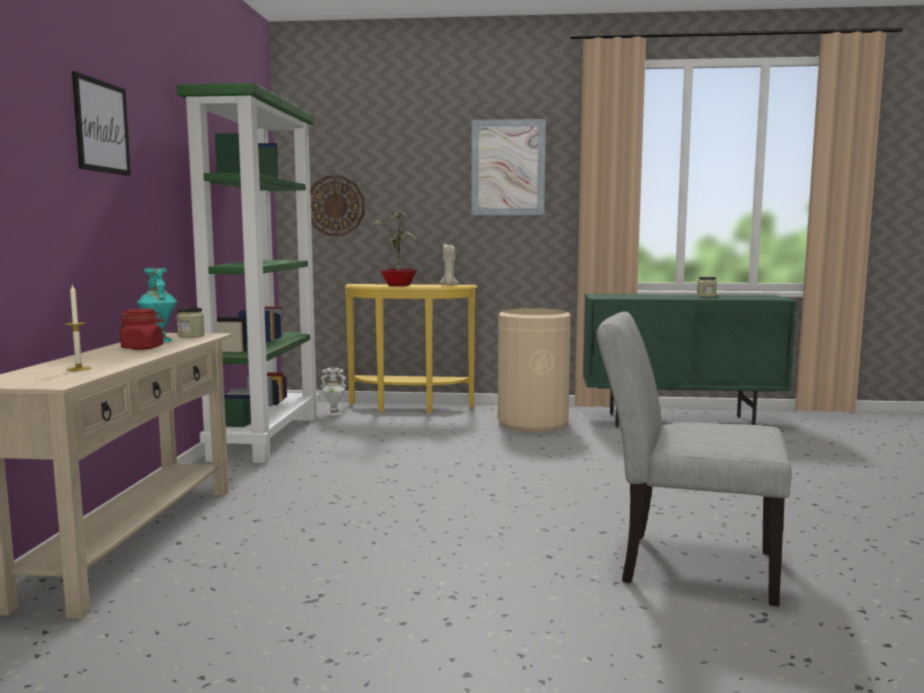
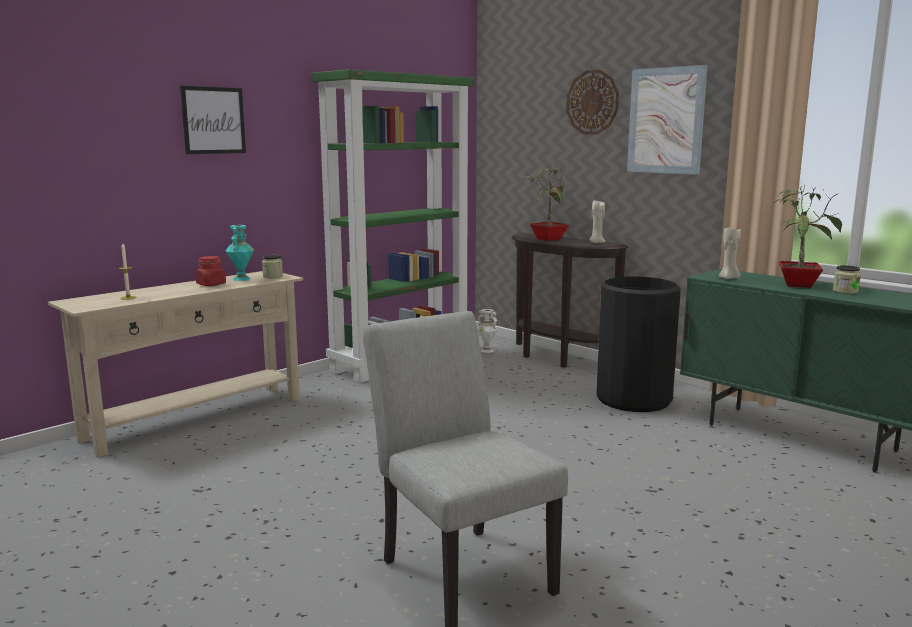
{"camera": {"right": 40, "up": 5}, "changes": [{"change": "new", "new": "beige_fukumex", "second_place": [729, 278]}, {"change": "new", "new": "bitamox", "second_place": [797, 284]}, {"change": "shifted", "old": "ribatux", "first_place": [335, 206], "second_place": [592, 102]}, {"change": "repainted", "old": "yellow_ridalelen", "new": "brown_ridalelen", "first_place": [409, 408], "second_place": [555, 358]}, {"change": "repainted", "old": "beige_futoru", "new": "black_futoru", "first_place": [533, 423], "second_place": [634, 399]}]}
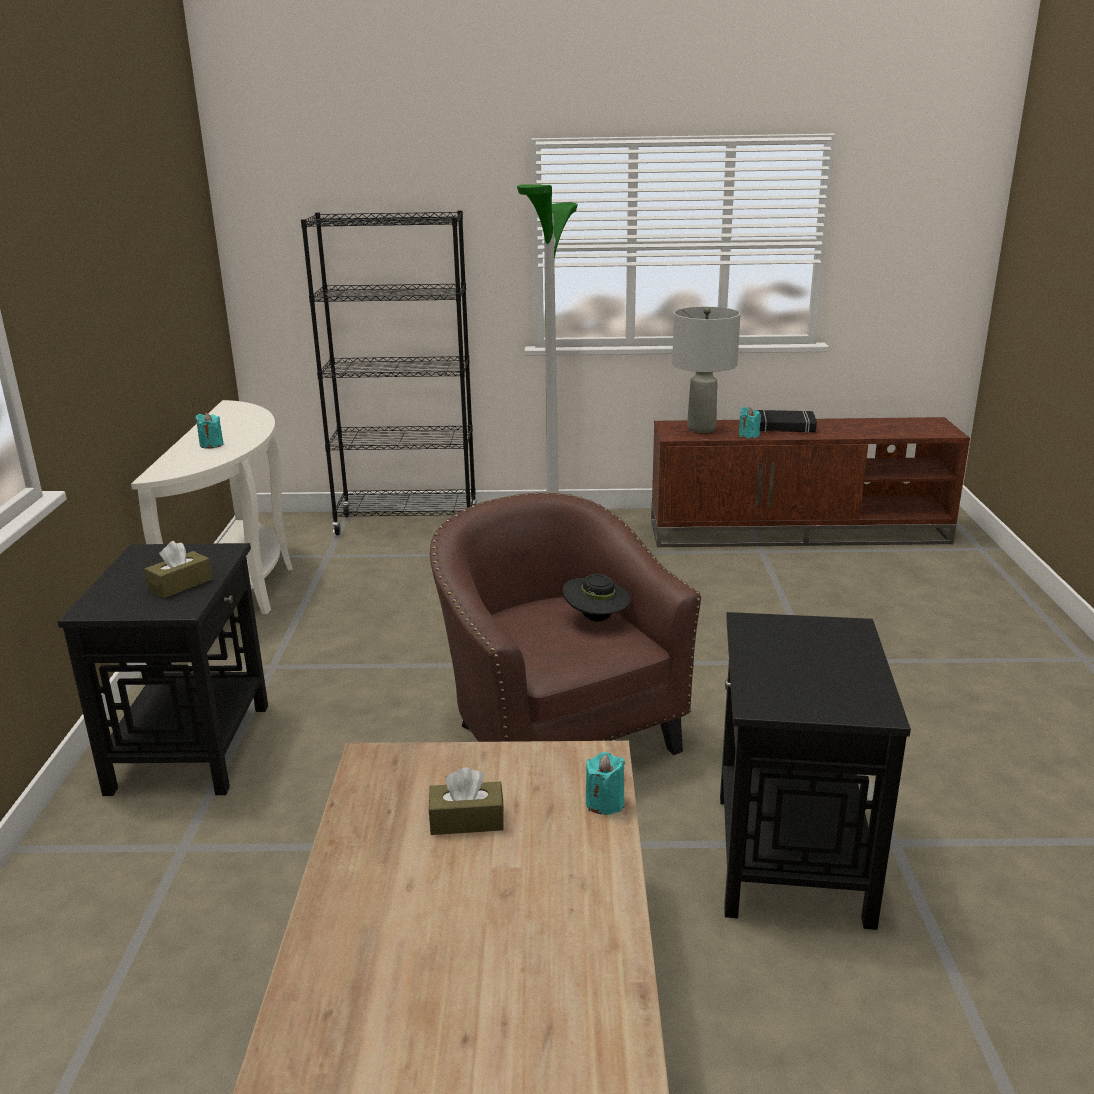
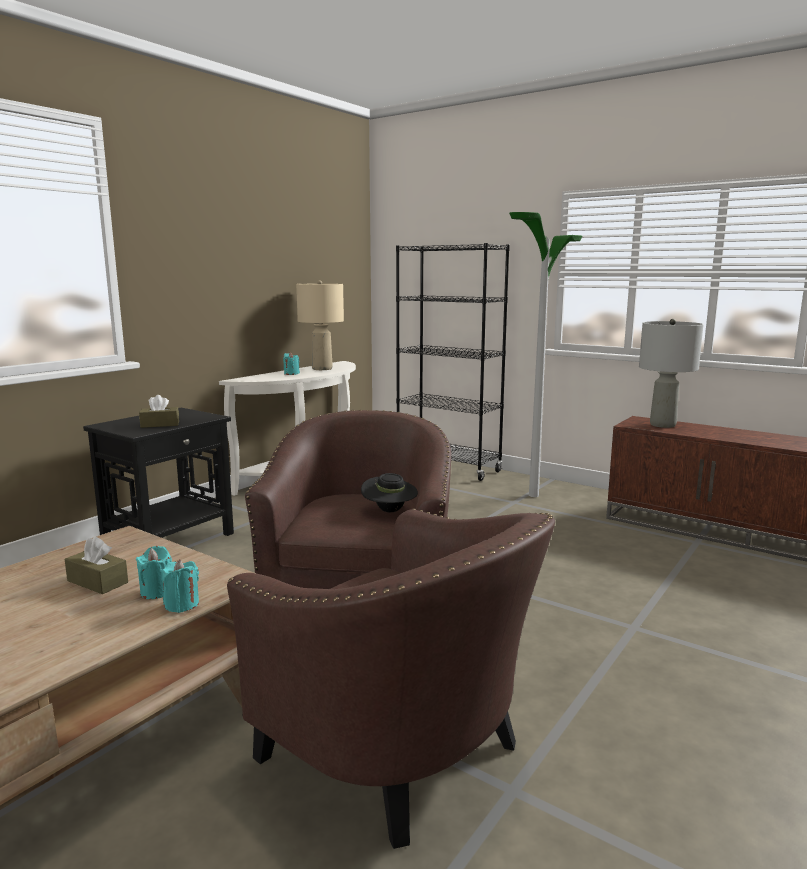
{"camera": {"right": 35, "up": -10}, "changes": [{"change": "gone", "old": "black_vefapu", "first_place": [784, 426]}, {"change": "new", "new": "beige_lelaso", "second_place": [322, 369]}, {"change": "shifted", "old": "turquoise_fukumex", "first_place": [748, 435], "second_place": [157, 592]}, {"change": "swapped", "old": "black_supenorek", "new": "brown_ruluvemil", "first_place": [789, 857], "second_place": [404, 754]}]}
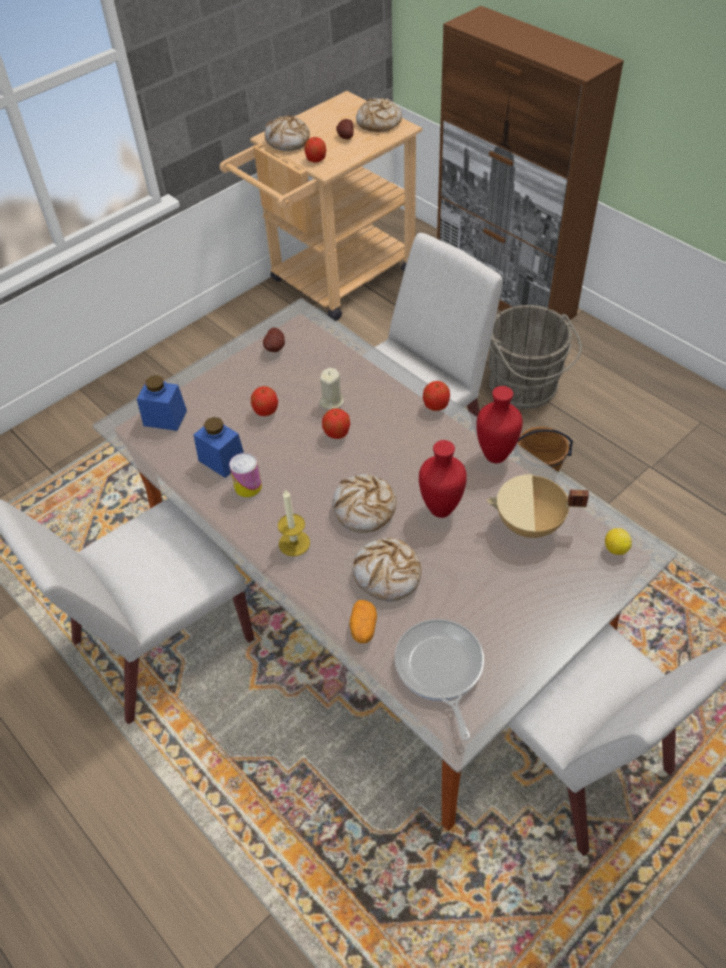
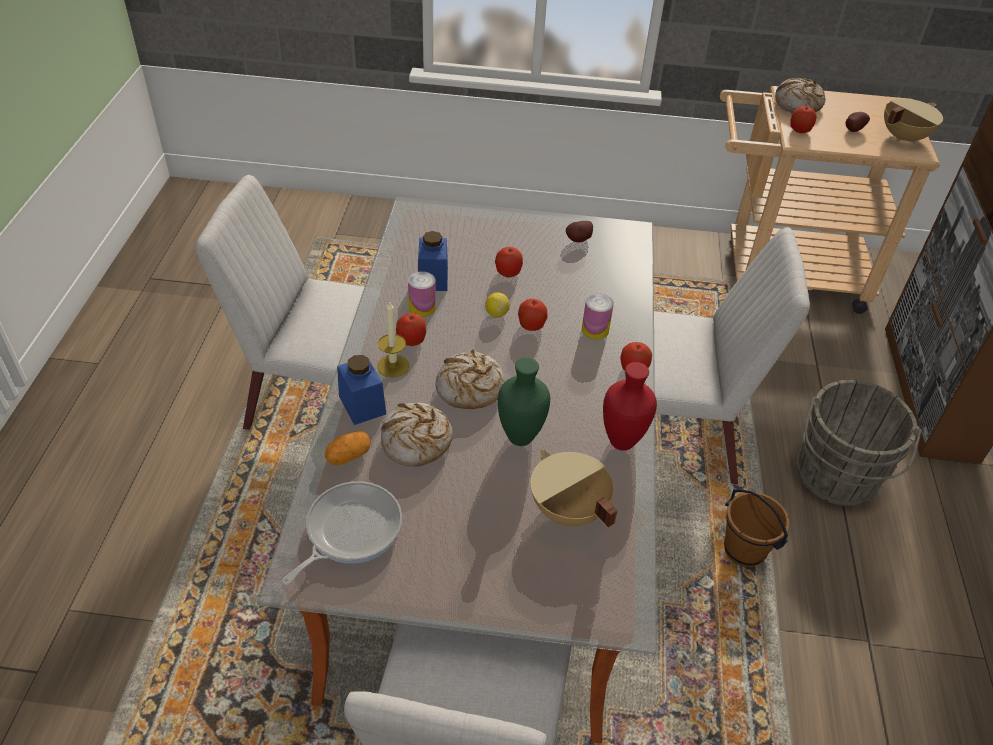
{"camera": {"right": 45, "up": -5}, "changes": [{"change": "gone", "old": "beige_fukumex", "first_place": [331, 401]}, {"change": "new", "new": "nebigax", "second_place": [411, 341]}, {"change": "new", "new": "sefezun", "second_place": [595, 330]}, {"change": "shifted", "old": "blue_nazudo", "first_place": [165, 418], "second_place": [362, 405]}, {"change": "shifted", "old": "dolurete", "first_place": [615, 549], "second_place": [496, 313]}, {"change": "swapped", "old": "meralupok", "new": "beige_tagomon", "first_place": [379, 123], "second_place": [902, 137]}, {"change": "repainted", "old": "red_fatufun", "new": "green_fatufun", "first_place": [442, 511], "second_place": [520, 439]}]}
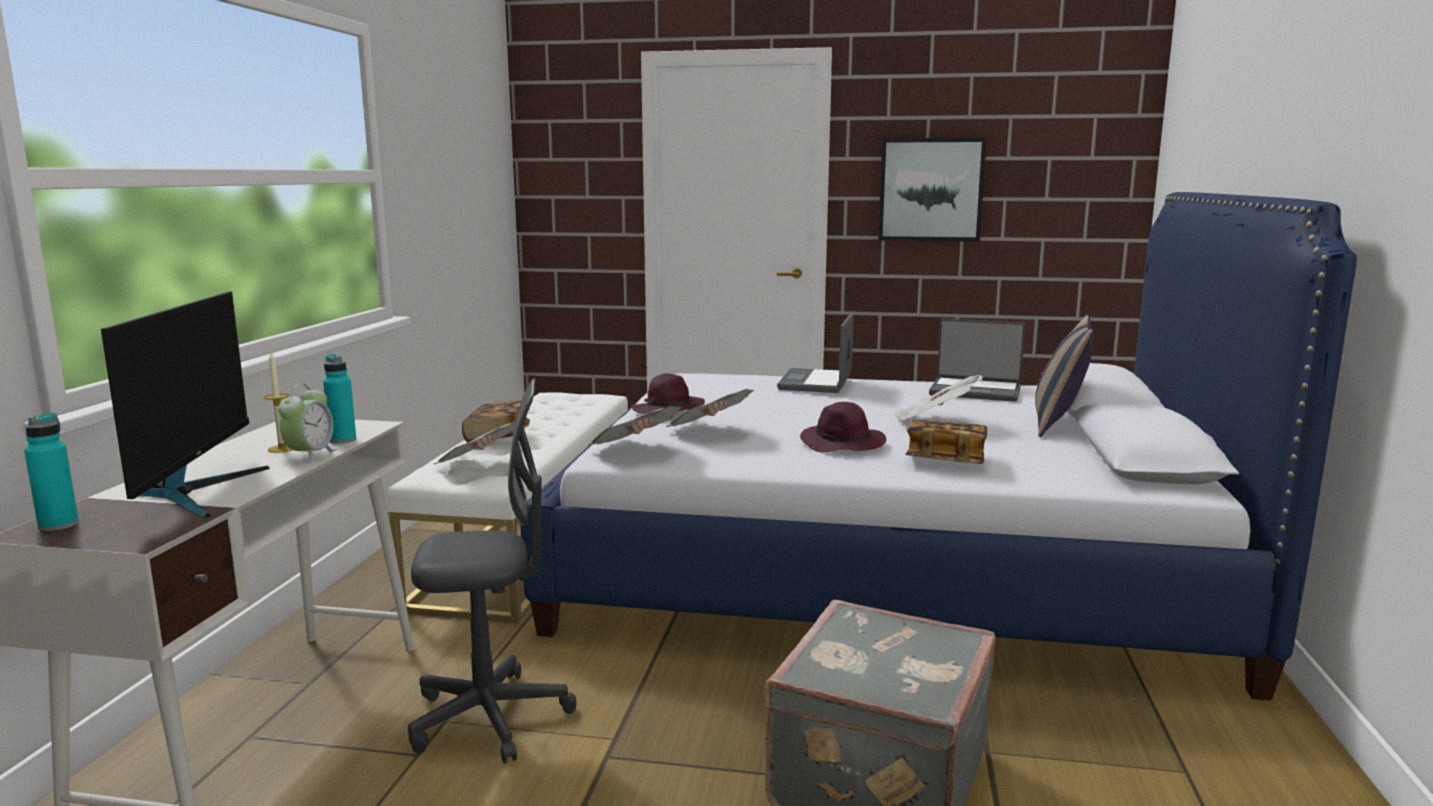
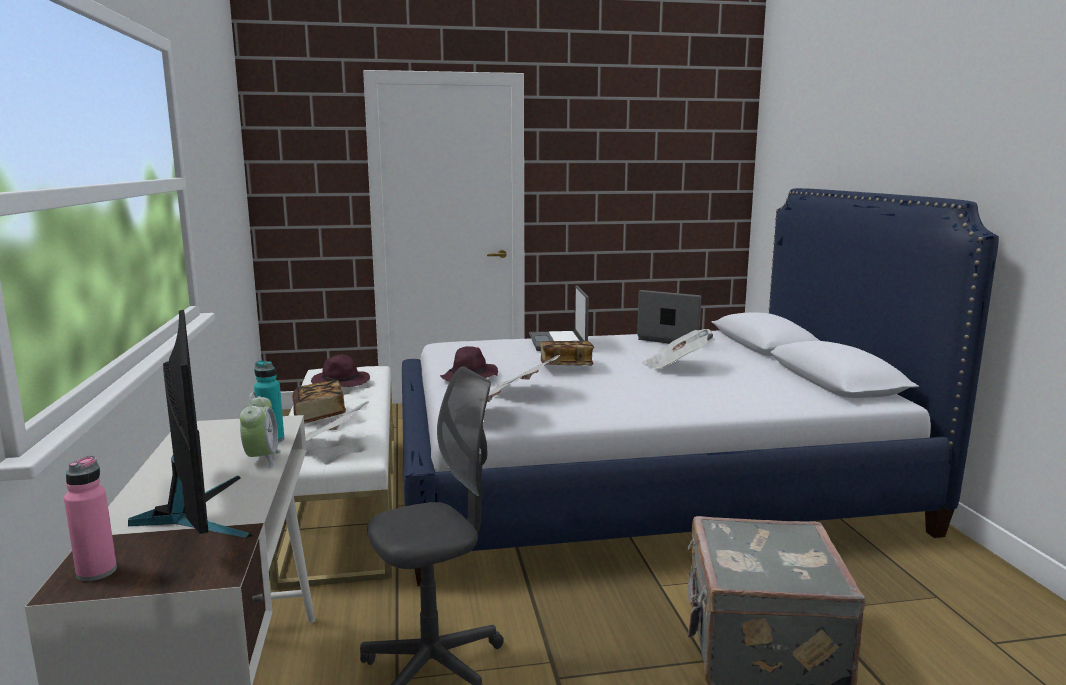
{"camera": {"right": -20, "up": 0}, "changes": [{"change": "gone", "old": "fukumex", "first_place": [282, 448]}, {"change": "gone", "old": "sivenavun", "first_place": [930, 189]}, {"change": "gone", "old": "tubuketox", "first_place": [1058, 424]}, {"change": "shifted", "old": "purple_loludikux", "first_place": [843, 444], "second_place": [341, 383]}, {"change": "shifted", "old": "vefapu", "first_place": [945, 461], "second_place": [566, 366]}, {"change": "repainted", "old": "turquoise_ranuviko", "new": "pink_ranuviko", "first_place": [58, 525], "second_place": [96, 572]}, {"change": "rotated", "old": "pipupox", "first_place": [975, 391], "second_place": [674, 339], "degrees": -150}]}
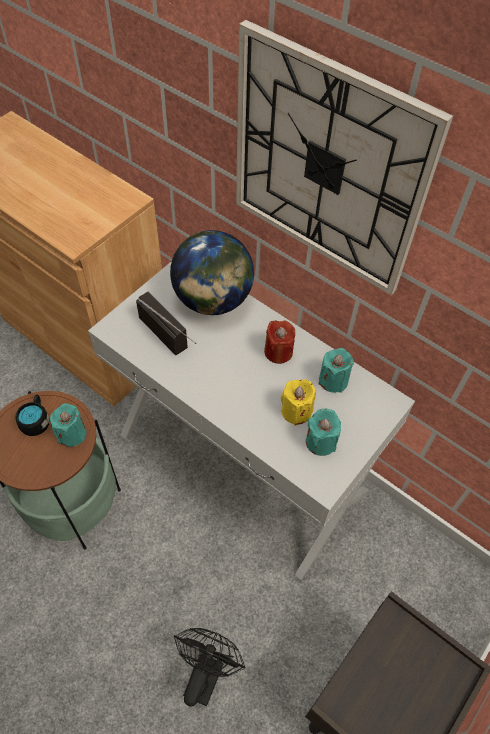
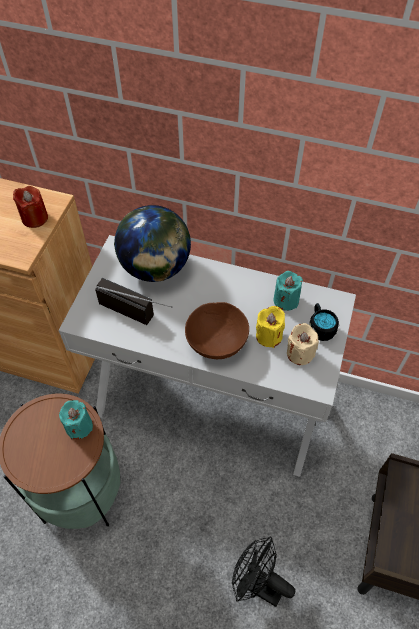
{"camera": {"right": -20, "up": 0}, "changes": [{"change": "gone", "old": "ribatux", "first_place": [326, 165]}, {"change": "new", "new": "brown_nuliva", "second_place": [216, 342]}, {"change": "shifted", "old": "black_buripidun", "first_place": [36, 420], "second_place": [320, 327]}, {"change": "shifted", "old": "red_fukumex", "first_place": [278, 352], "second_place": [34, 218]}, {"change": "repainted", "old": "turquoise_fukumex", "new": "beige_fukumex", "first_place": [320, 442], "second_place": [300, 353]}, {"change": "rotated", "old": "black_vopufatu", "first_place": [206, 671], "second_place": [257, 583], "degrees": -60}]}
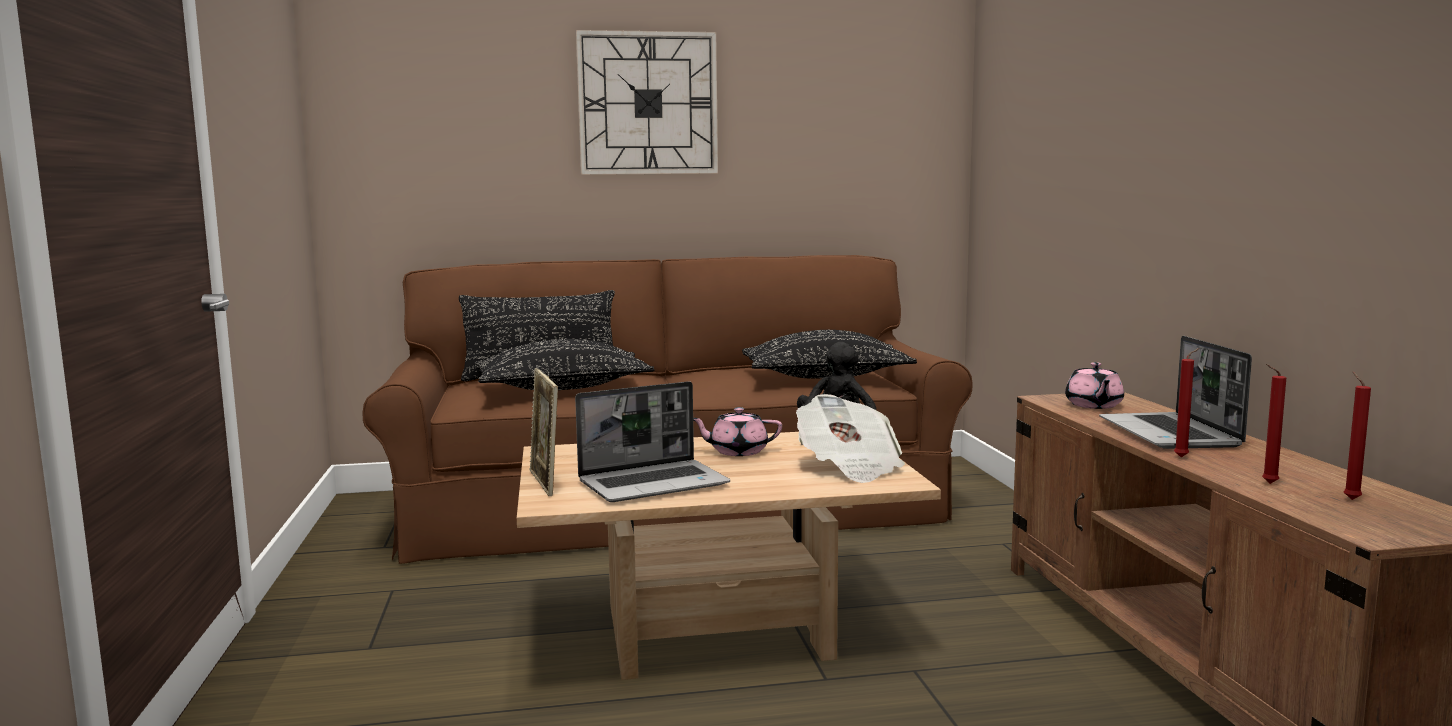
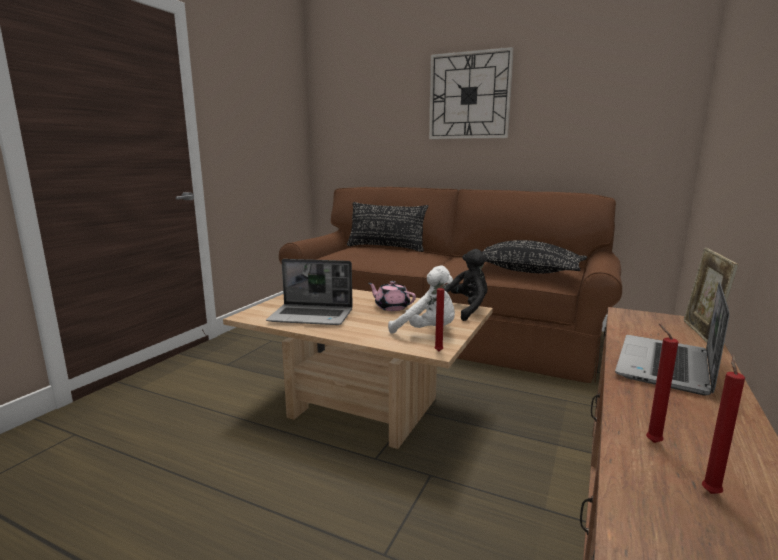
{"camera": {"right": 35, "up": 5}, "changes": [{"change": "gone", "old": "black_tubuketox", "first_place": [563, 388]}, {"change": "gone", "old": "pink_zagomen", "first_place": [1093, 405]}, {"change": "shifted", "old": "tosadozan", "first_place": [545, 483], "second_place": [701, 333]}, {"change": "shifted", "old": "red_fukumex", "first_place": [1183, 457], "second_place": [440, 351]}, {"change": "swapped", "old": "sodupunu", "new": "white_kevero", "first_place": [849, 467], "second_place": [427, 331]}]}
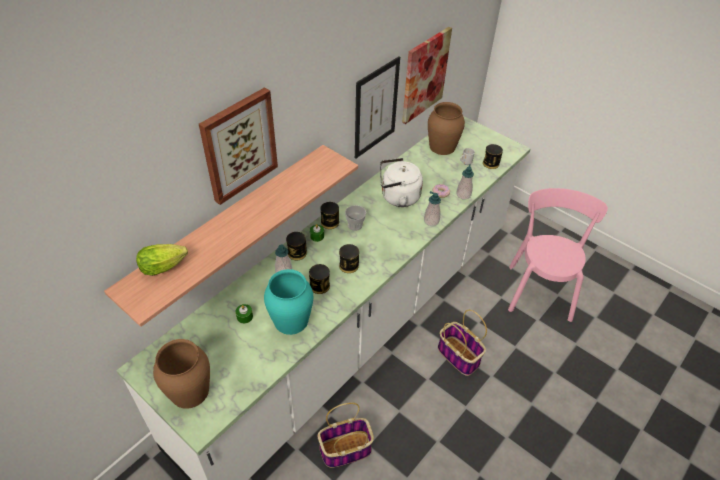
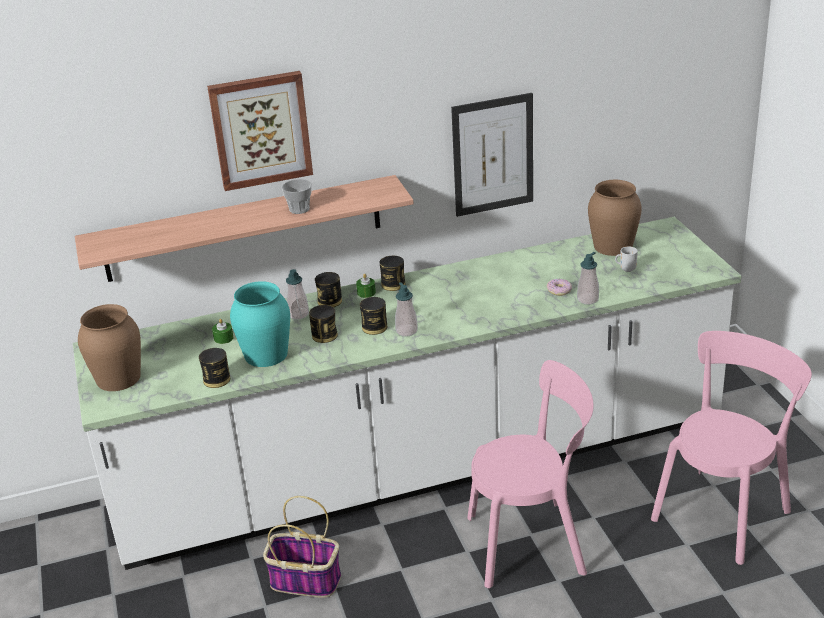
{"camera": {"right": 35, "up": -15}, "changes": [{"change": "gone", "old": "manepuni", "first_place": [166, 266]}, {"change": "gone", "old": "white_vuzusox", "first_place": [397, 197]}, {"change": "gone", "old": "sivenavun", "first_place": [424, 75]}, {"change": "shifted", "old": "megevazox", "first_place": [355, 225], "second_place": [299, 209]}, {"change": "shifted", "old": "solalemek", "first_place": [431, 221], "second_place": [406, 331]}, {"change": "shifted", "old": "sefezun", "first_place": [491, 163], "second_place": [216, 380]}, {"change": "swapped", "old": "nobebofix", "new": "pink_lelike", "first_place": [459, 356], "second_place": [532, 543]}]}
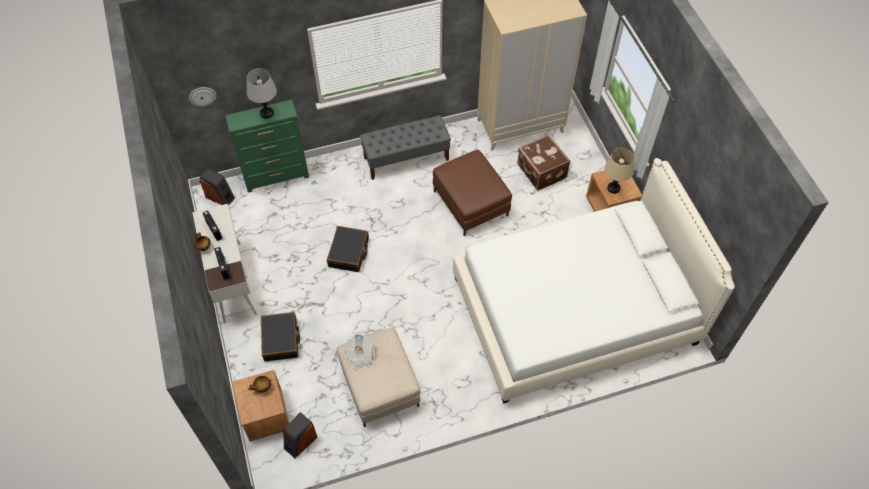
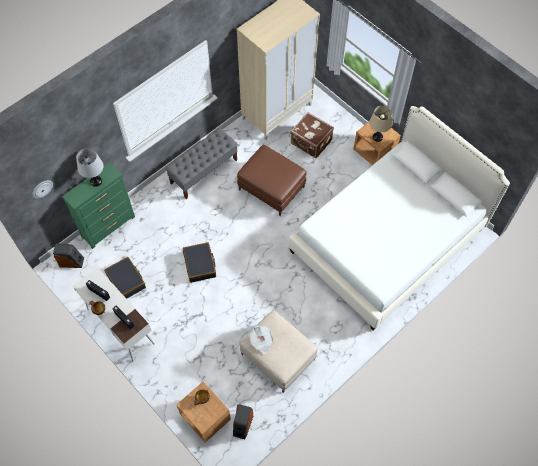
{"camera": {"right": -25, "up": 5}, "changes": [{"change": "shifted", "old": "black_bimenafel", "first_place": [281, 340], "second_place": [126, 281]}]}
